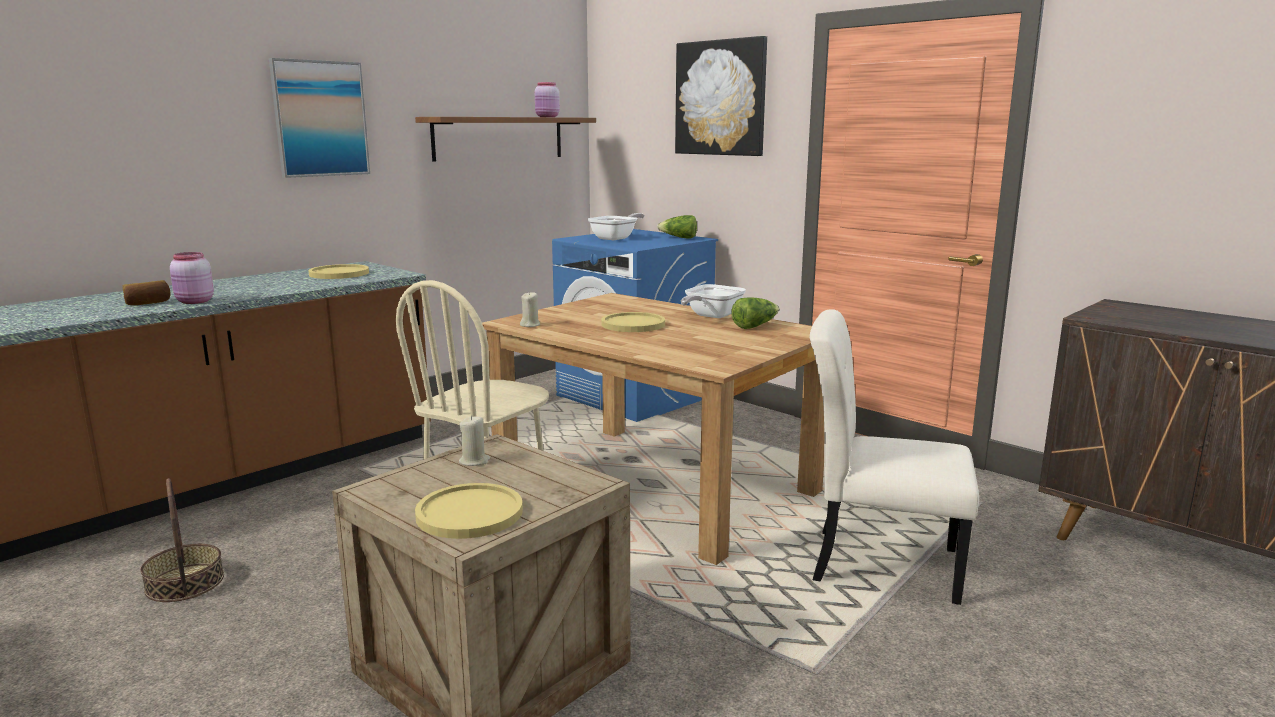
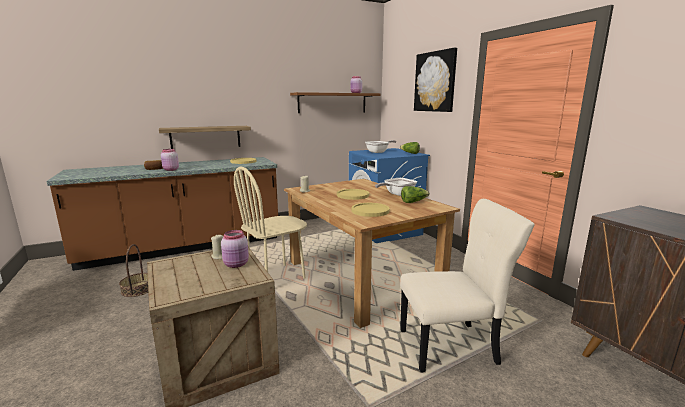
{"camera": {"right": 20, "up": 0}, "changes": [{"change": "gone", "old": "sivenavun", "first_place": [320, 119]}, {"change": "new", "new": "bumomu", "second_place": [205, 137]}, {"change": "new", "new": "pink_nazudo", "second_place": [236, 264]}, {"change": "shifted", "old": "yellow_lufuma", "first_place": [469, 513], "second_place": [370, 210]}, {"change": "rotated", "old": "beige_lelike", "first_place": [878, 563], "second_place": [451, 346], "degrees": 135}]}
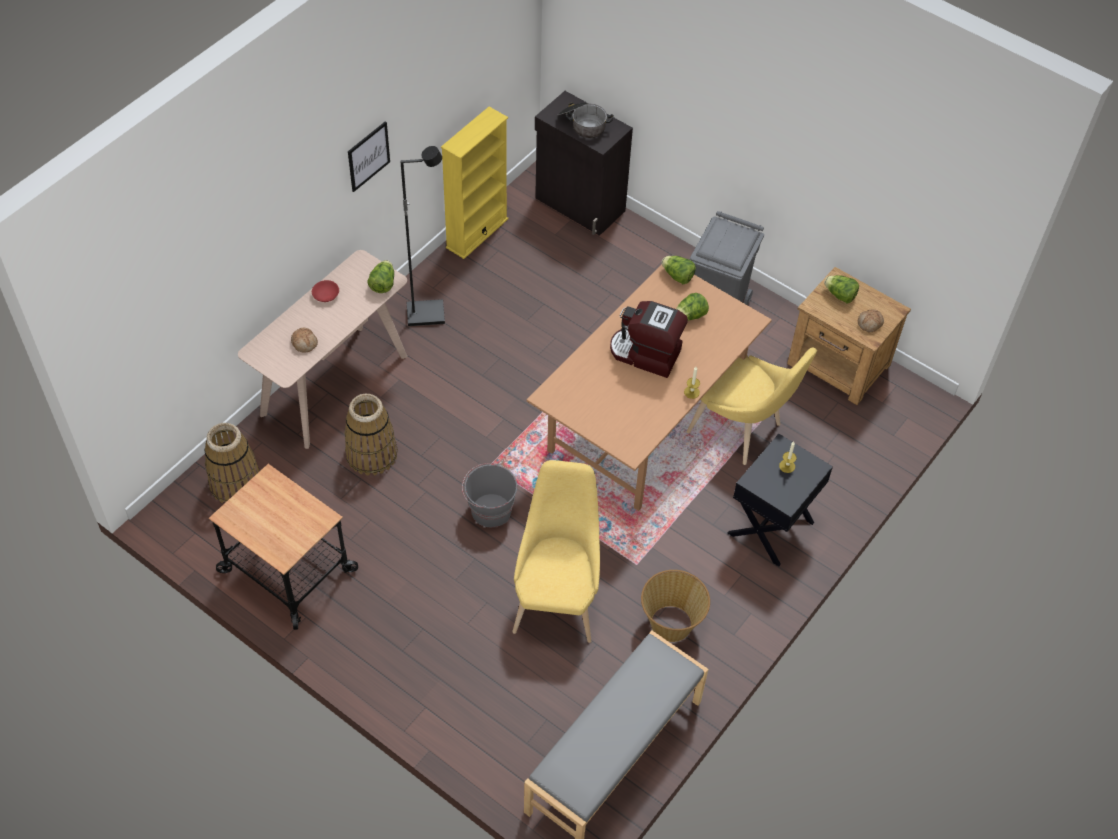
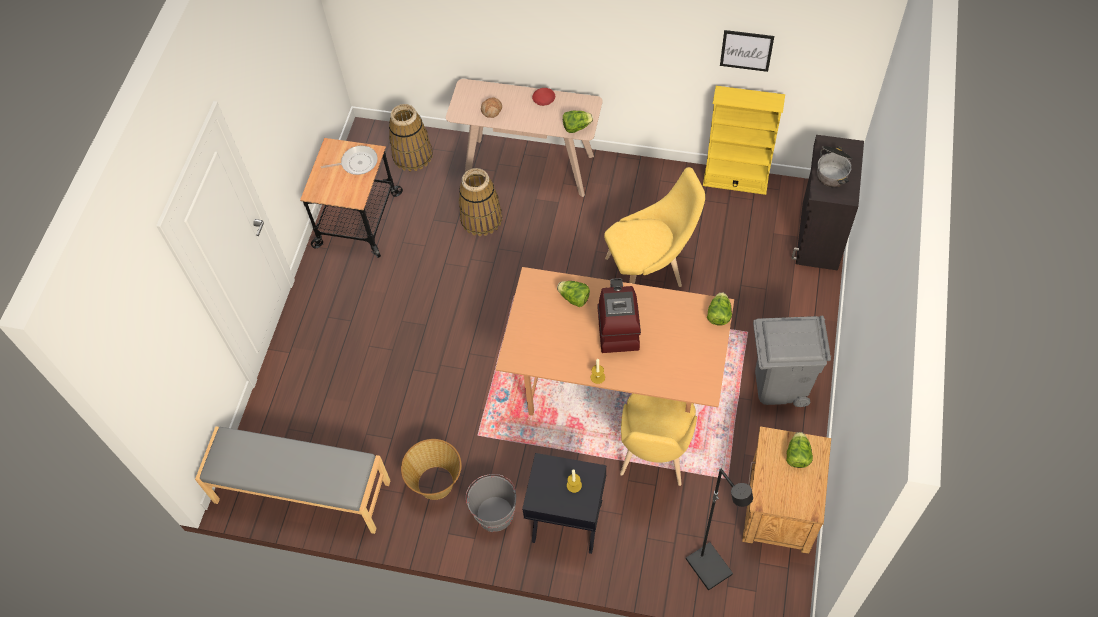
{"camera": {"right": 70, "up": 5}, "changes": [{"change": "gone", "old": "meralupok", "first_place": [870, 324]}, {"change": "new", "new": "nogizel", "second_place": [357, 163]}, {"change": "shifted", "old": "sivenavun", "first_place": [368, 156], "second_place": [746, 50]}, {"change": "shifted", "old": "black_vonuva", "first_place": [426, 313], "second_place": [710, 567]}, {"change": "shifted", "old": "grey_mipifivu", "first_place": [490, 510], "second_place": [494, 513]}, {"change": "shifted", "old": "yellow_lelike", "first_place": [557, 598], "second_place": [649, 271]}, {"change": "shifted", "old": "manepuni", "first_place": [690, 316], "second_place": [574, 298]}]}
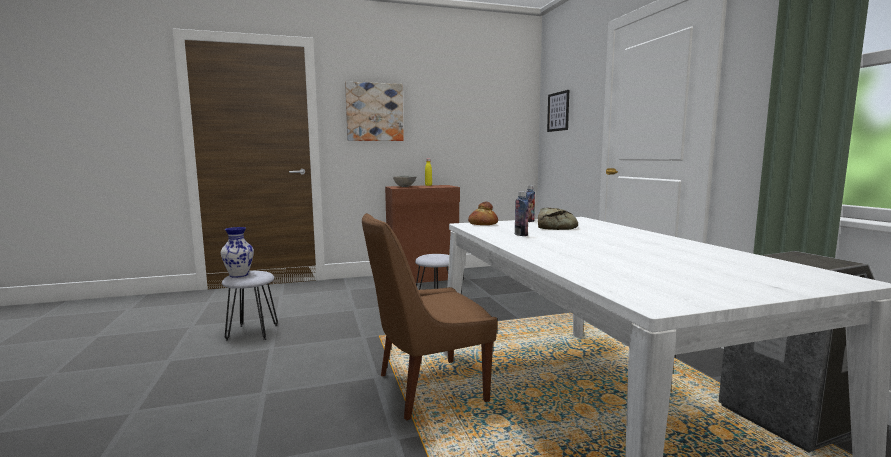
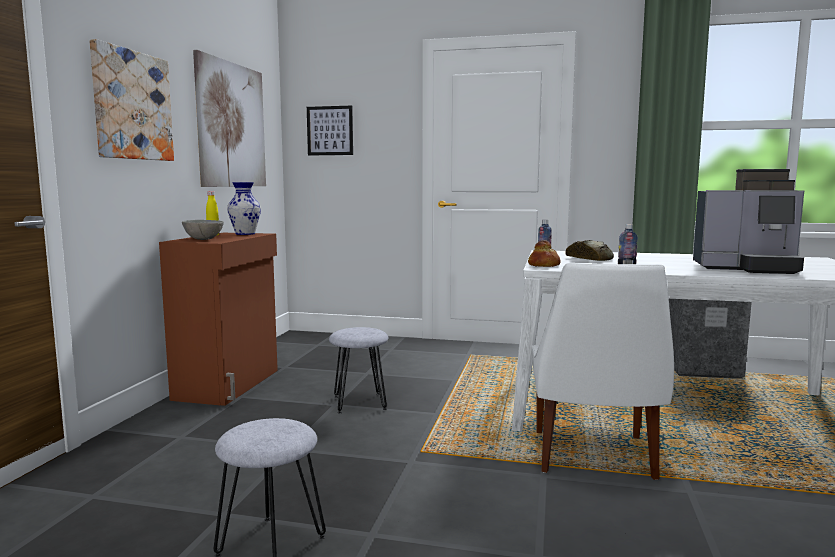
{"camera": {"right": -60, "up": 0}, "changes": [{"change": "new", "new": "sivenavun", "second_place": [231, 125]}, {"change": "new", "new": "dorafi", "second_place": [747, 268]}, {"change": "shifted", "old": "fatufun", "first_place": [238, 275], "second_place": [244, 234]}, {"change": "repainted", "old": "brown_lelike", "new": "white_lelike", "first_place": [426, 388], "second_place": [593, 456]}]}
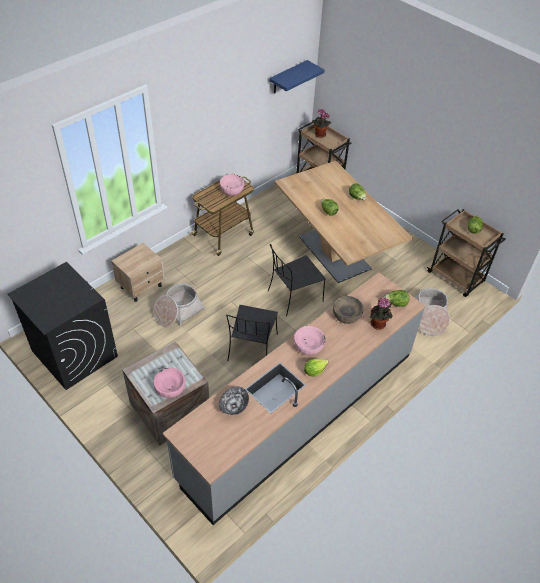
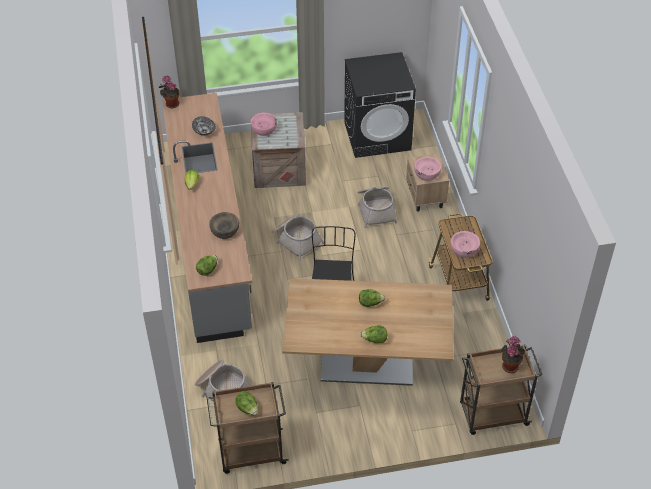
{"camera": {"right": 125, "up": 0}, "changes": [{"change": "gone", "old": "blue_bumomu", "first_place": [288, 77]}, {"change": "shifted", "old": "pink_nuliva", "first_place": [308, 346], "second_place": [427, 174]}, {"change": "shifted", "old": "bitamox", "first_place": [378, 325], "second_place": [171, 104]}, {"change": "swapped", "old": "black_lelike", "new": "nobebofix", "first_place": [252, 349], "second_place": [296, 239]}]}
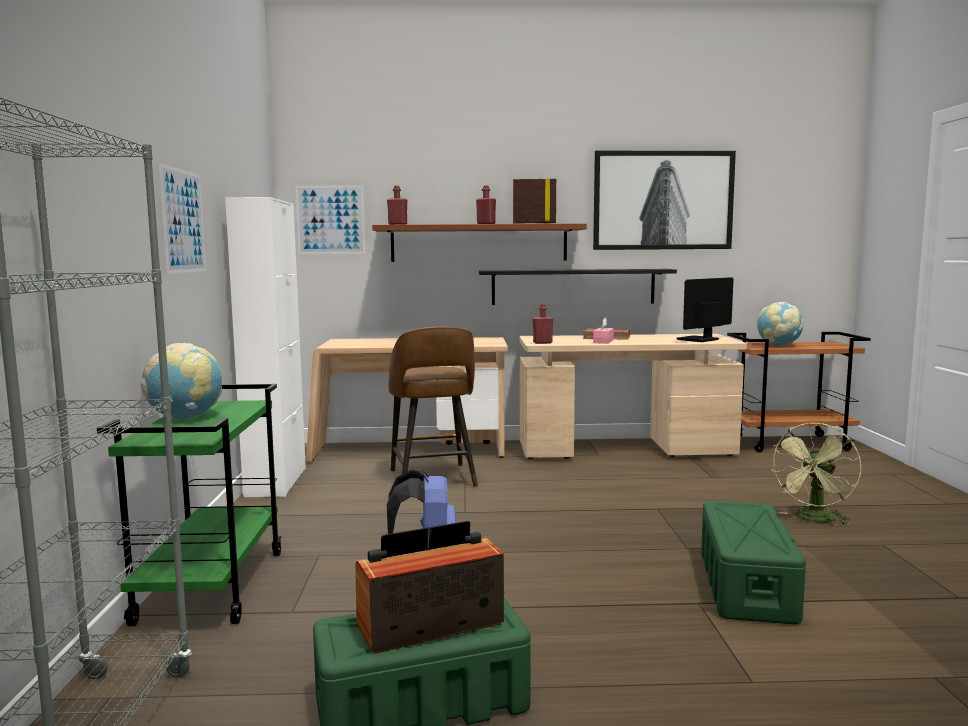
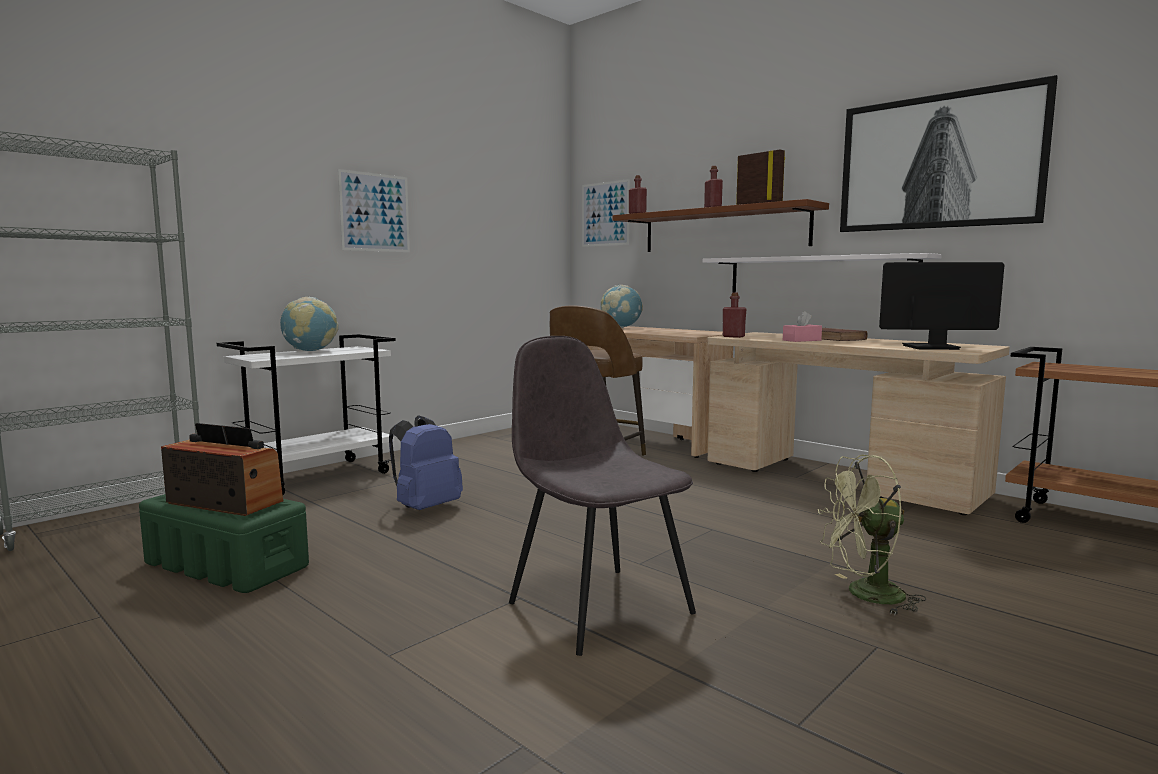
{"camera": {"right": 45, "up": 0}, "changes": [{"change": "gone", "old": "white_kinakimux", "first_place": [276, 482]}, {"change": "shifted", "old": "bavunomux", "first_place": [778, 345], "second_place": [621, 327]}, {"change": "swapped", "old": "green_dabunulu", "new": "grey_lelike", "first_place": [746, 585], "second_place": [597, 606]}, {"change": "repainted", "old": "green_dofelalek", "new": "white_dofelalek", "first_place": [211, 585], "second_place": [318, 477]}, {"change": "repainted", "old": "black_bumomu", "new": "white_bumomu", "first_place": [573, 286], "second_place": [818, 277]}]}
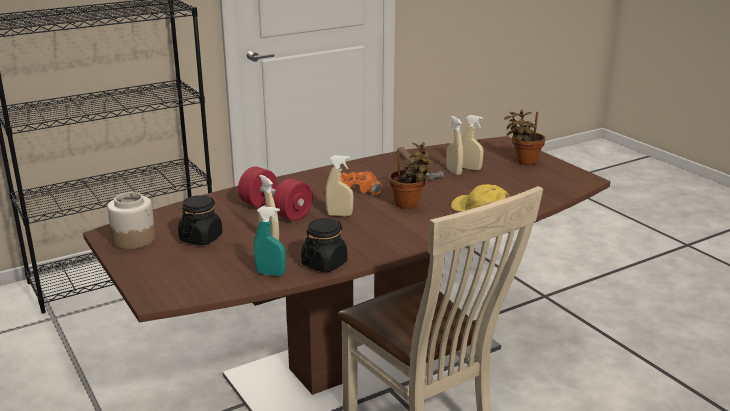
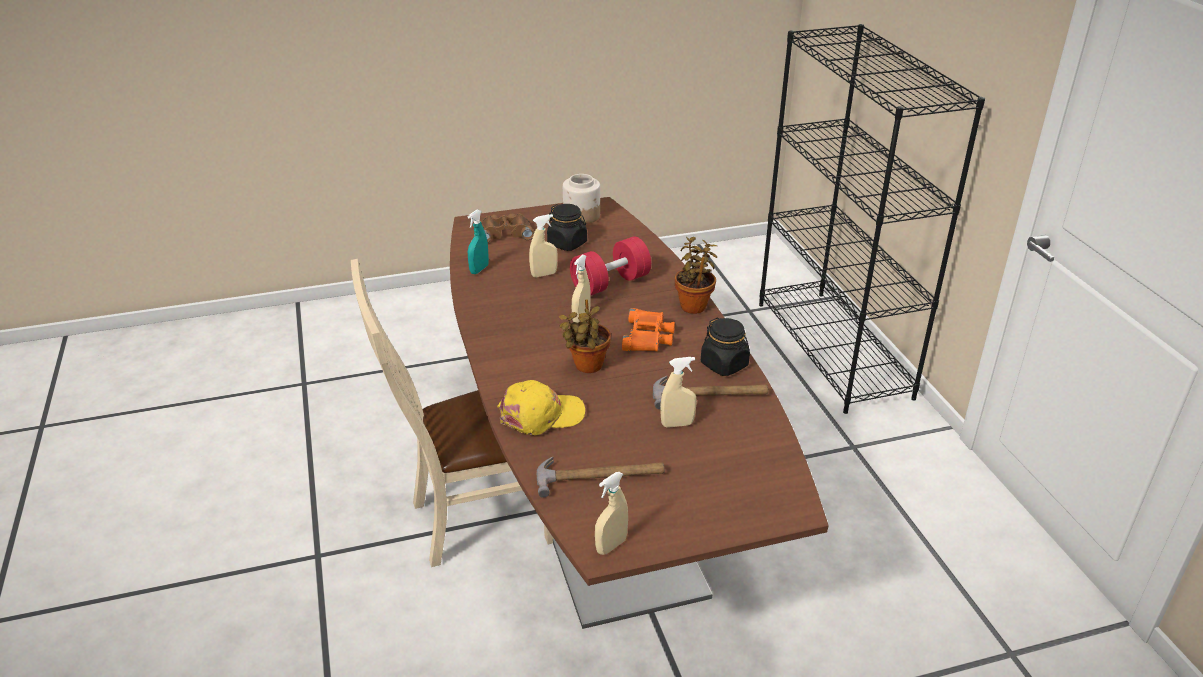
{"camera": {"right": 105, "up": 10}, "changes": [{"change": "new", "new": "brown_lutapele", "second_place": [505, 233]}, {"change": "new", "new": "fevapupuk", "second_place": [600, 476]}, {"change": "shifted", "old": "black_nazudo", "first_place": [324, 263], "second_place": [724, 365]}, {"change": "shifted", "old": "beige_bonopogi", "first_place": [470, 168], "second_place": [611, 546]}, {"change": "shifted", "old": "bitamox", "first_place": [524, 161], "second_place": [694, 305]}]}
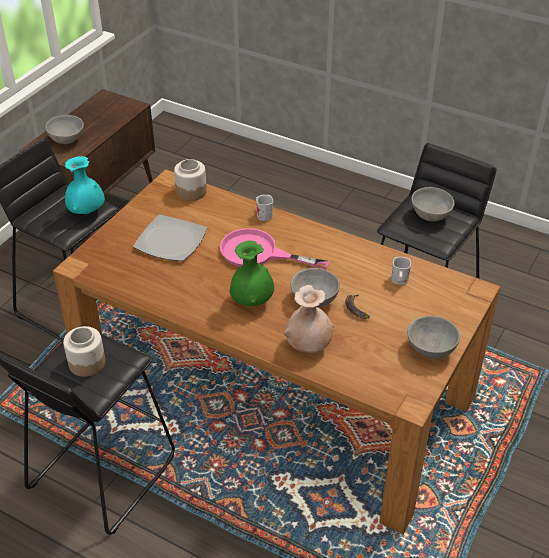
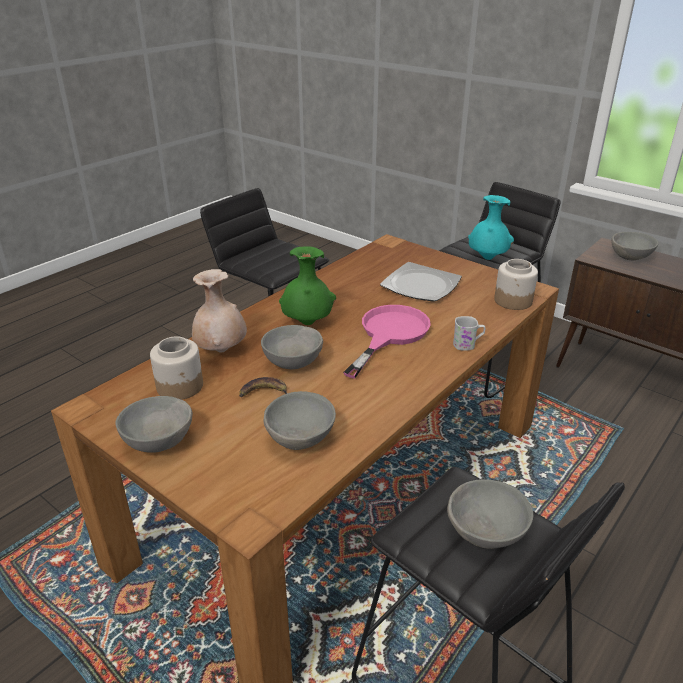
{"camera": {"right": 100, "up": -10}, "changes": [{"change": "shifted", "old": "nazudo", "first_place": [87, 362], "second_place": [180, 386]}, {"change": "swapped", "old": "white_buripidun", "new": "grey_nuliva", "first_place": [399, 281], "second_place": [301, 439]}]}
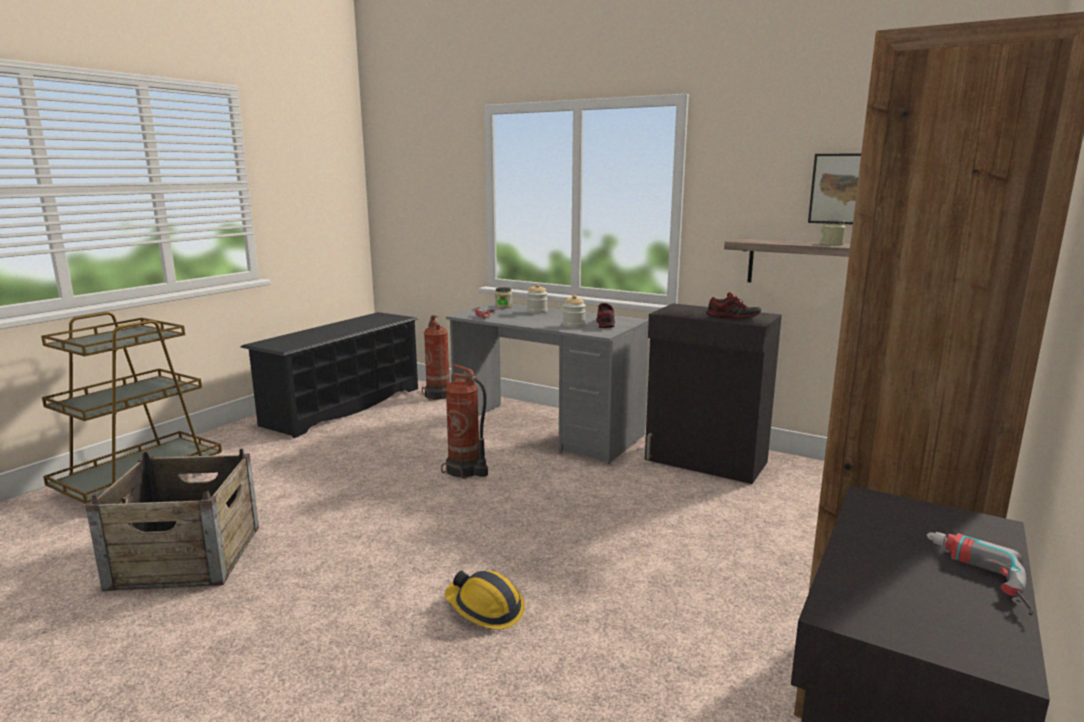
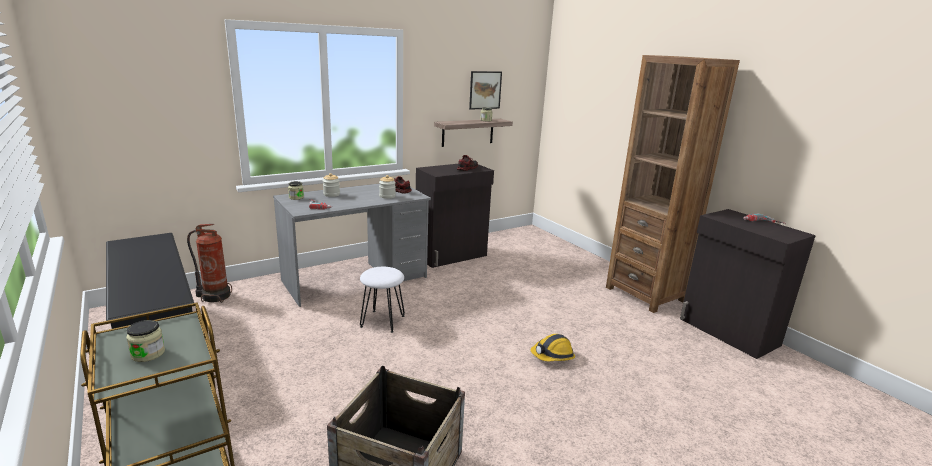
{"camera": {"right": -65, "up": 5}, "changes": [{"change": "new", "new": "nazudo", "second_place": [148, 354]}, {"change": "swapped", "old": "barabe", "new": "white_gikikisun", "first_place": [465, 471], "second_place": [382, 321]}]}
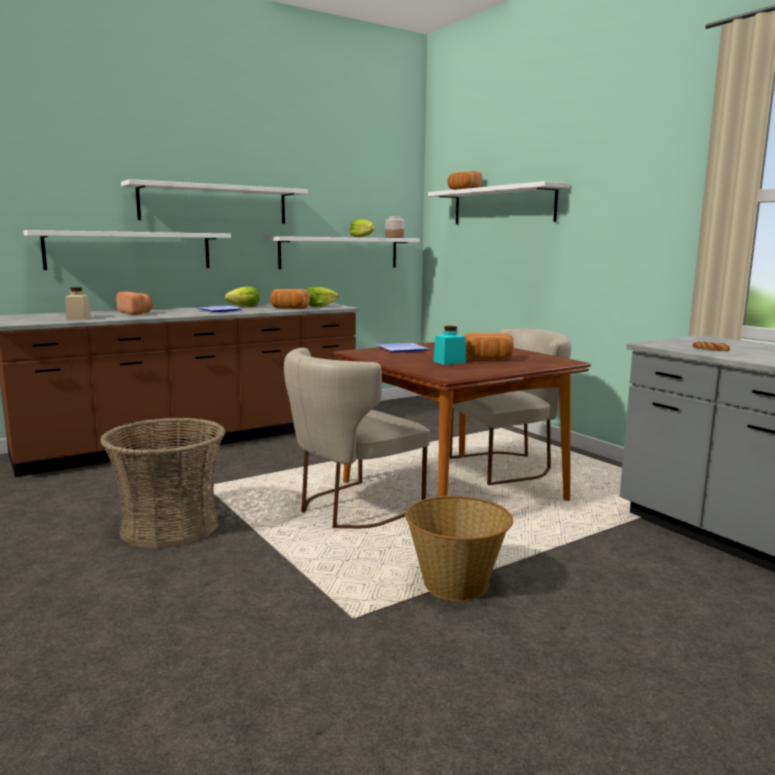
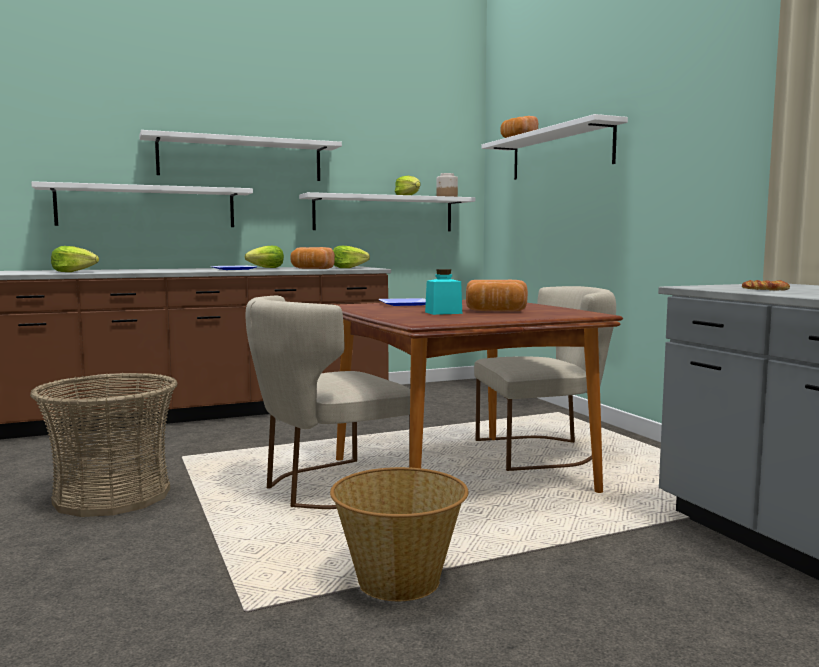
{"camera": {"right": 10, "up": -5}, "changes": [{"change": "gone", "old": "meralupok", "first_place": [136, 313]}, {"change": "swapped", "old": "beige_nazudo", "new": "manepuni", "first_place": [78, 318], "second_place": [73, 272]}]}
